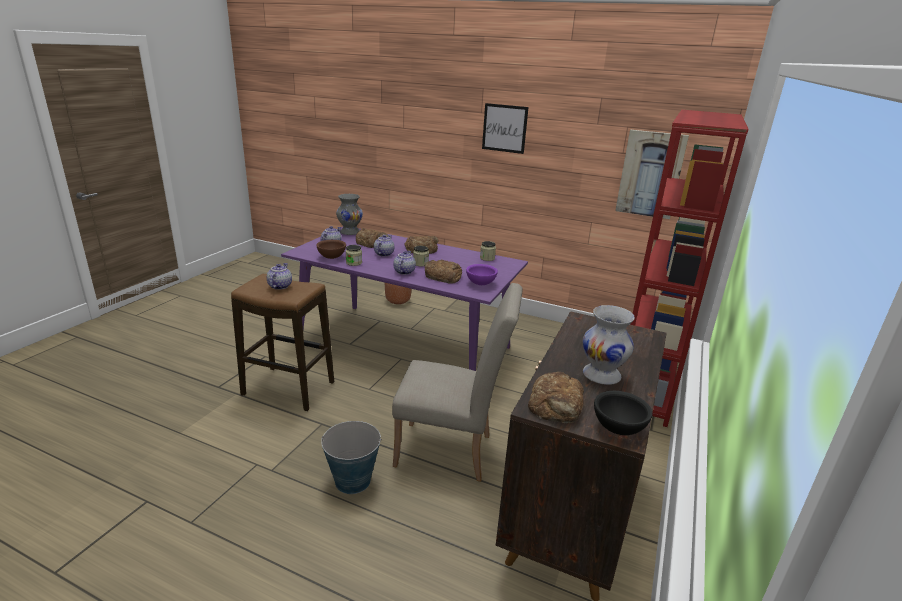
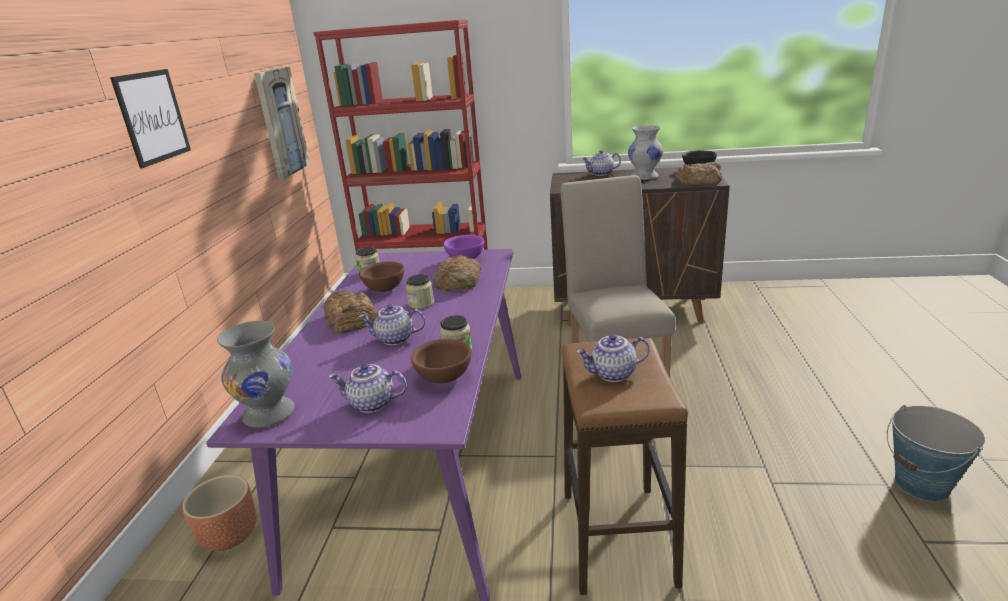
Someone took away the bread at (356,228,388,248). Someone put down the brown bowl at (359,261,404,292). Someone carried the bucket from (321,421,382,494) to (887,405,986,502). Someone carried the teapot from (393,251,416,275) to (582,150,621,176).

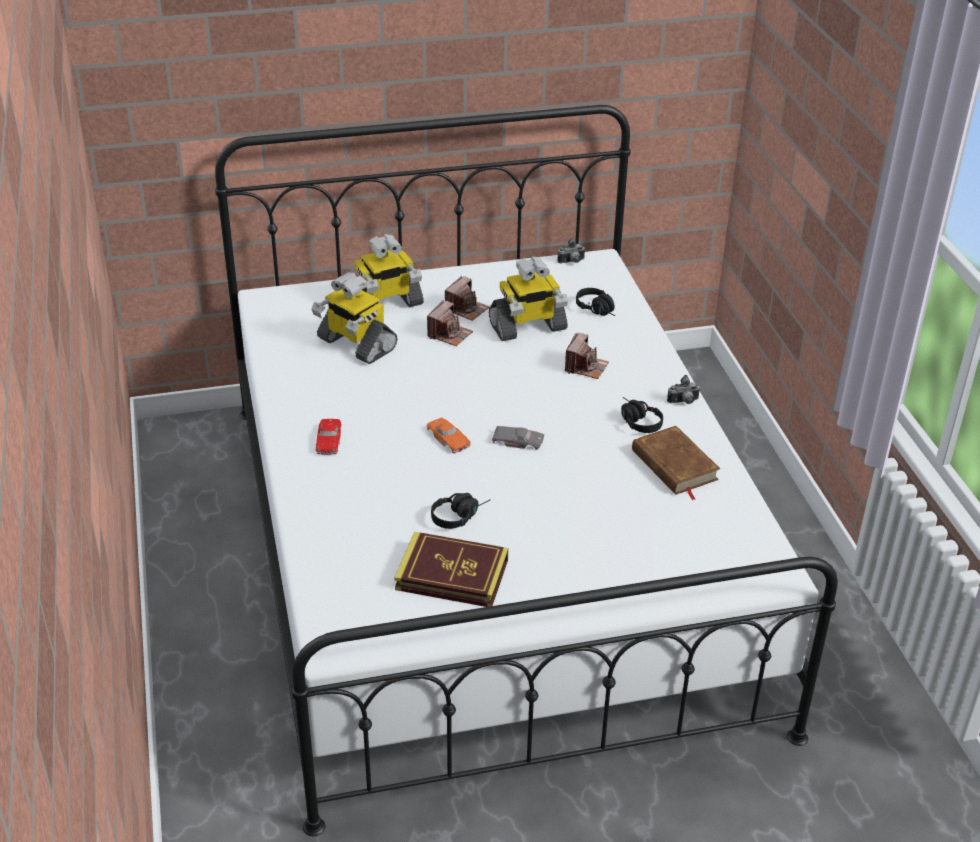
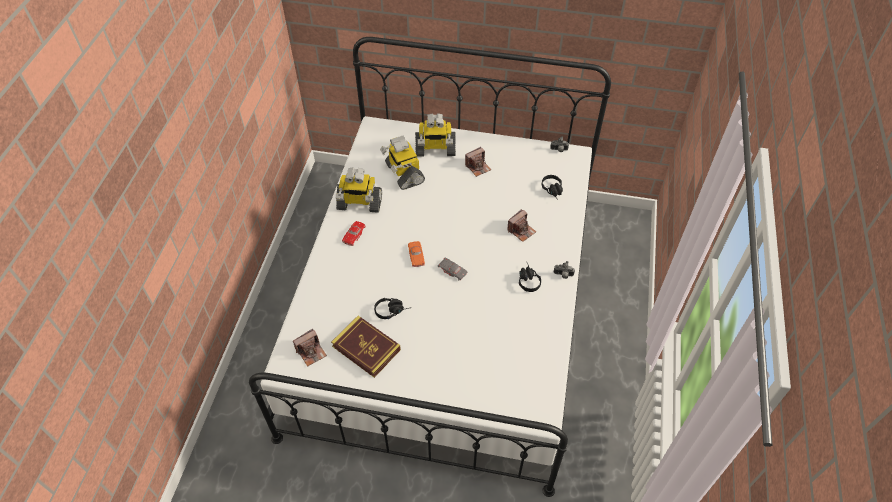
Someone took away the brown book at (632,426,720,500). Someone carried the photo camera from (427,300,473,346) to (293,329,327,367). Someone carried the toy robot from (489,256,568,341) to (336,167,382,213).

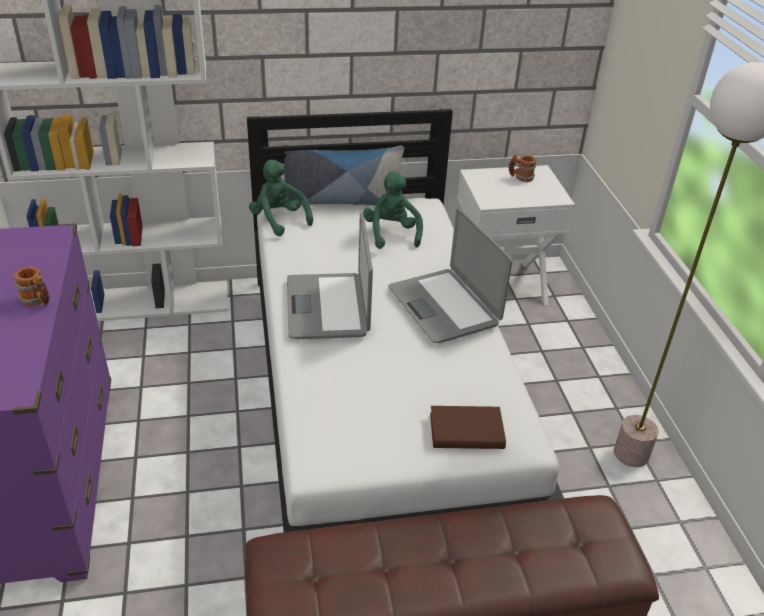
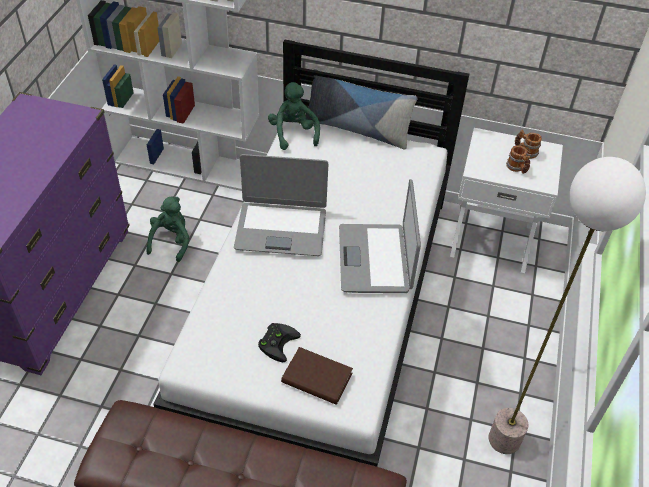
Someone put down the black game controller at (258,323,301,363). Someone carried the mug from (14,266,50,306) to (506,145,530,174). Someone carried the green plush toy from (363,172,423,249) to (146,197,189,262). Someone rotated the laptop at (287,213,373,339) by 105 degrees counterclockwise.

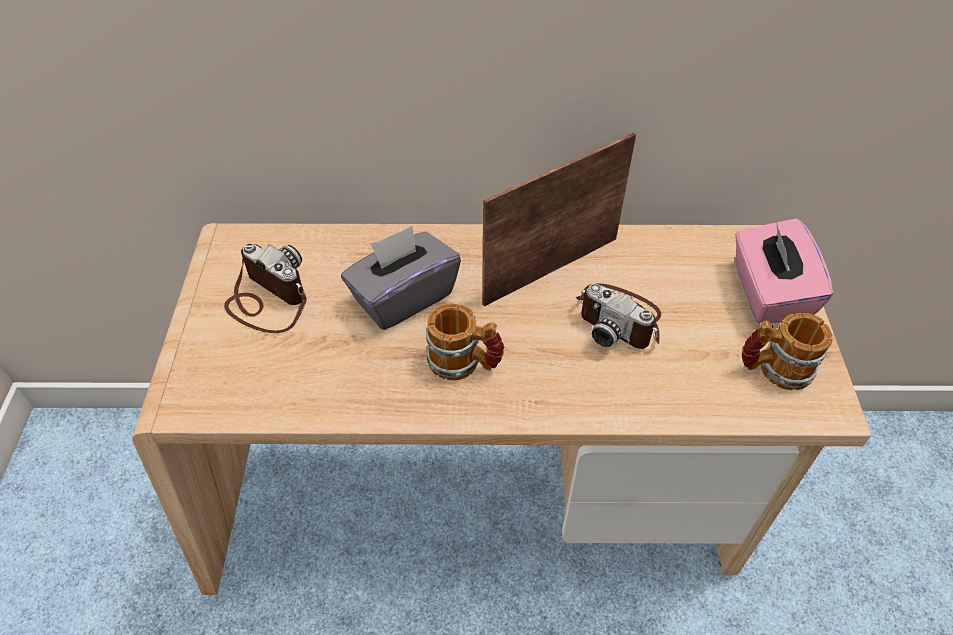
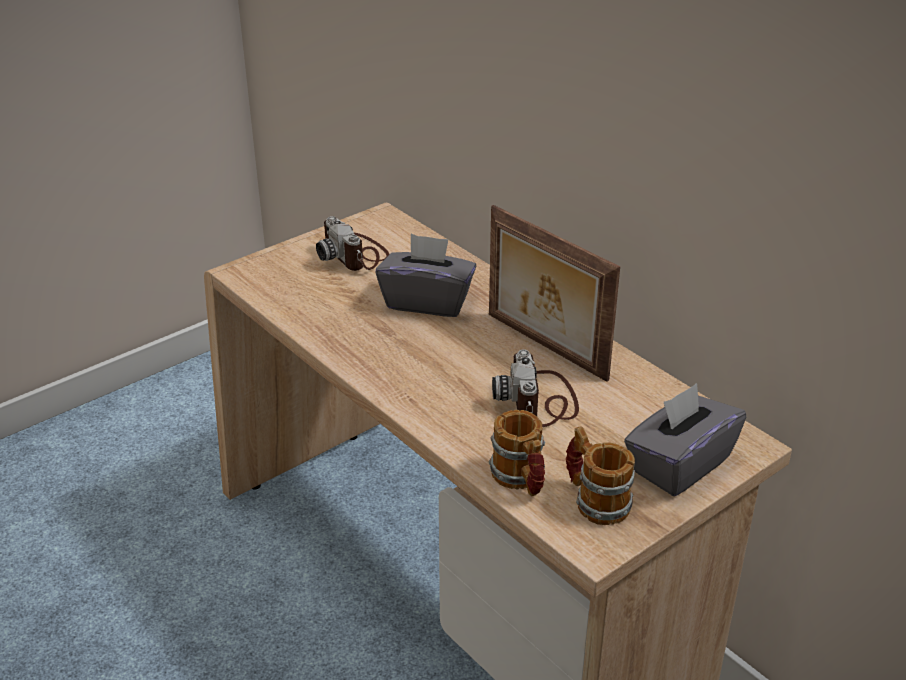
Someone carried the mug from (426,304,504,380) to (489,410,545,496). Someone repainted the pink tissue box at (735,218,833,323), which became the grey tissue box at (624,383,746,496). Someone rotated the photo camera at (224,243,307,333) by 150 degrees clockwise. Someone rotated the picture frame at (482,133,636,307) by 150 degrees counterclockwise.

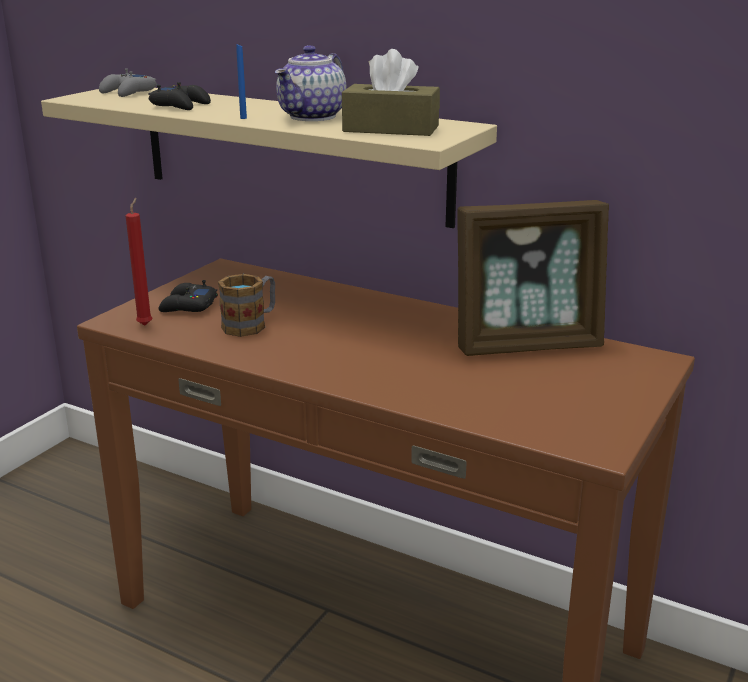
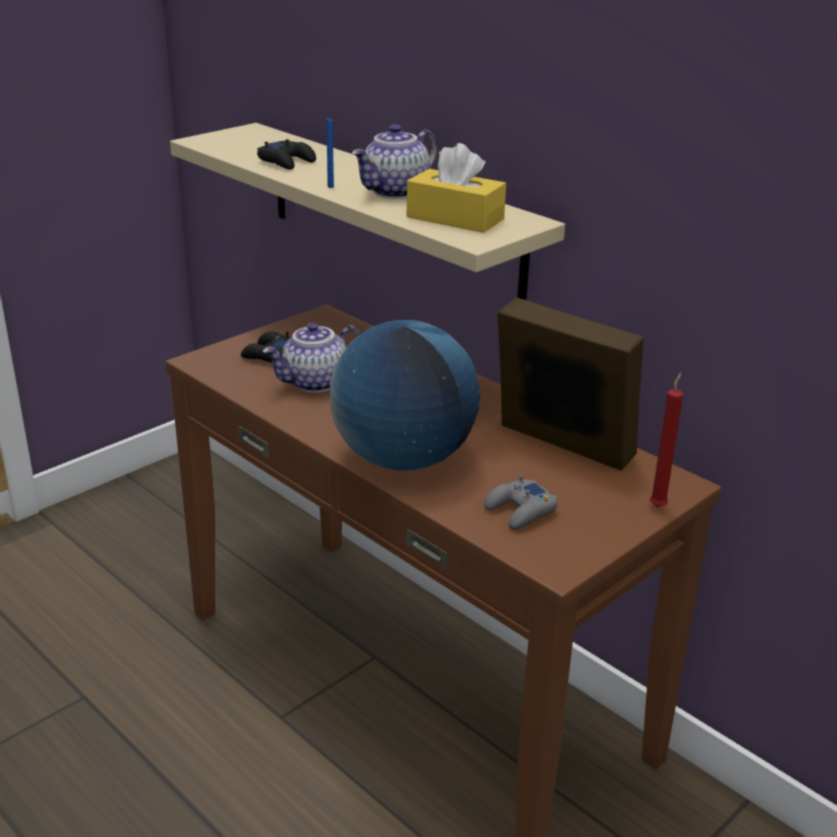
Someone put down the globe at (330,320,480,470). Someone carried the grey game controller from (99,68,157,97) to (484,475,558,530). Someone carried the red candle from (126,198,152,325) to (650,372,683,507). Someone swapped the mug at (218,274,275,337) for the teapot at (263,323,361,393). Someone repainted the brown tissue box at (342,49,440,136), which became the yellow tissue box at (407,143,506,233). Someone rotated the picture frame at (457,200,609,356) by 150 degrees counterclockwise.

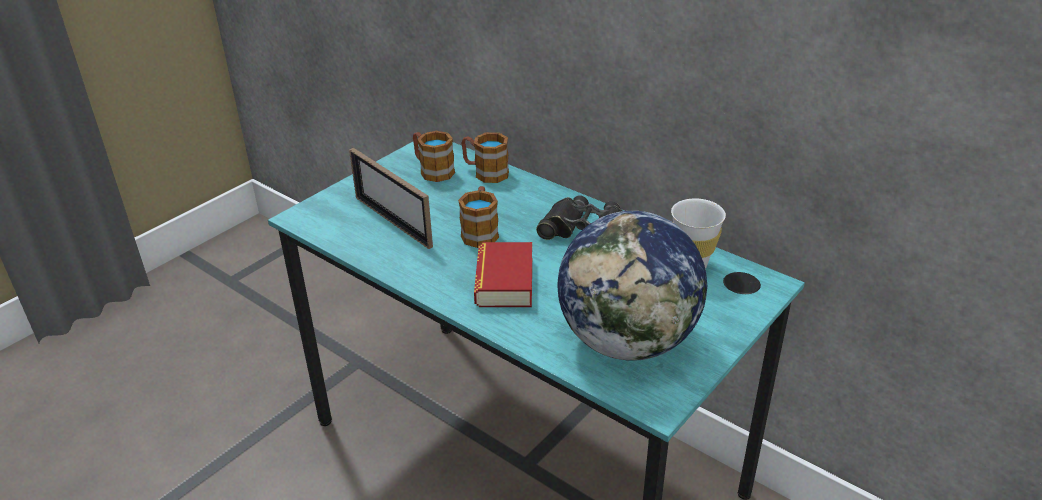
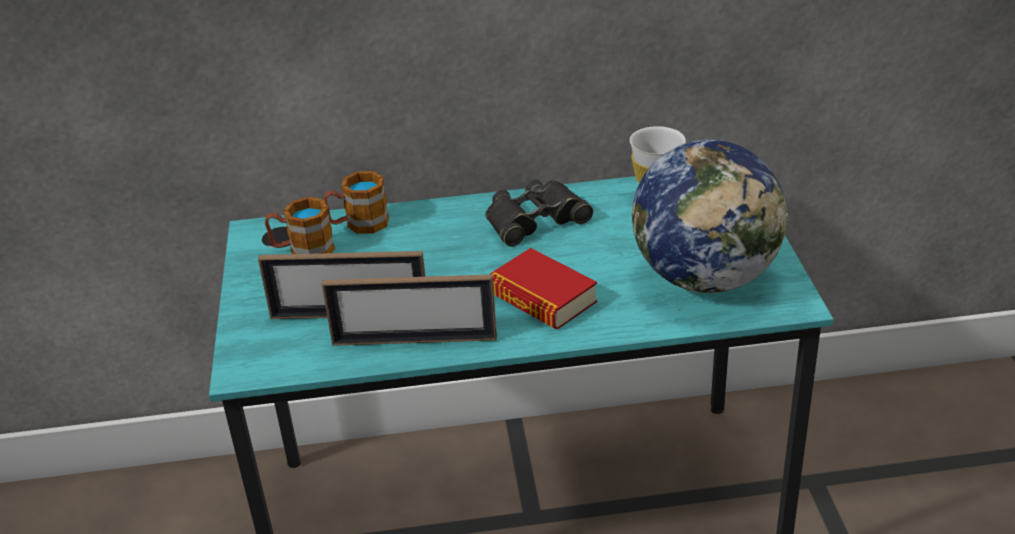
Someone took away the mug at (458,186,499,248). Someone put down the picture frame at (322,274,497,346).

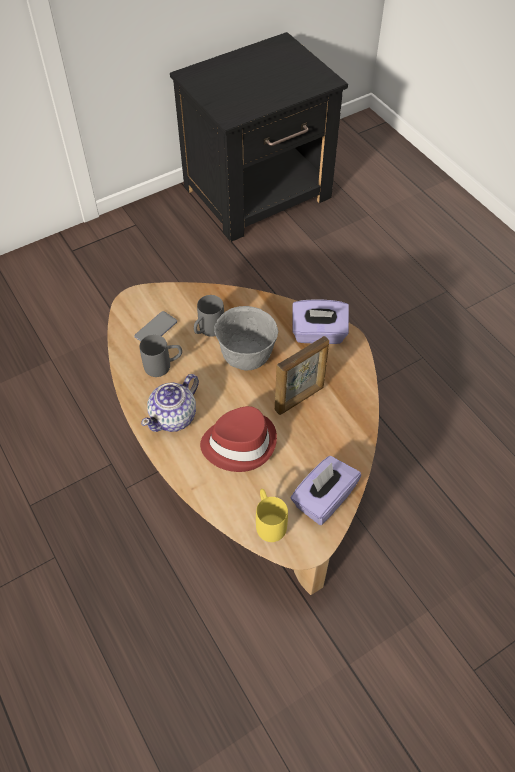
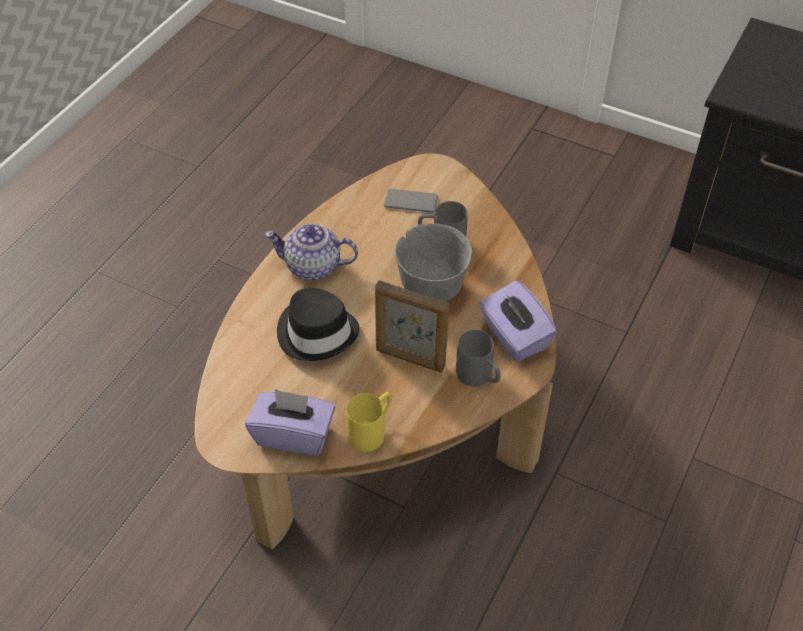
Someone carried the grey mug from (140,335,182,377) to (456,330,501,386). Someone carried the yellow mug from (256,489,288,542) to (346,392,392,452). Someone repainted the red hat at (200,406,277,472), which became the black hat at (277,288,360,361).

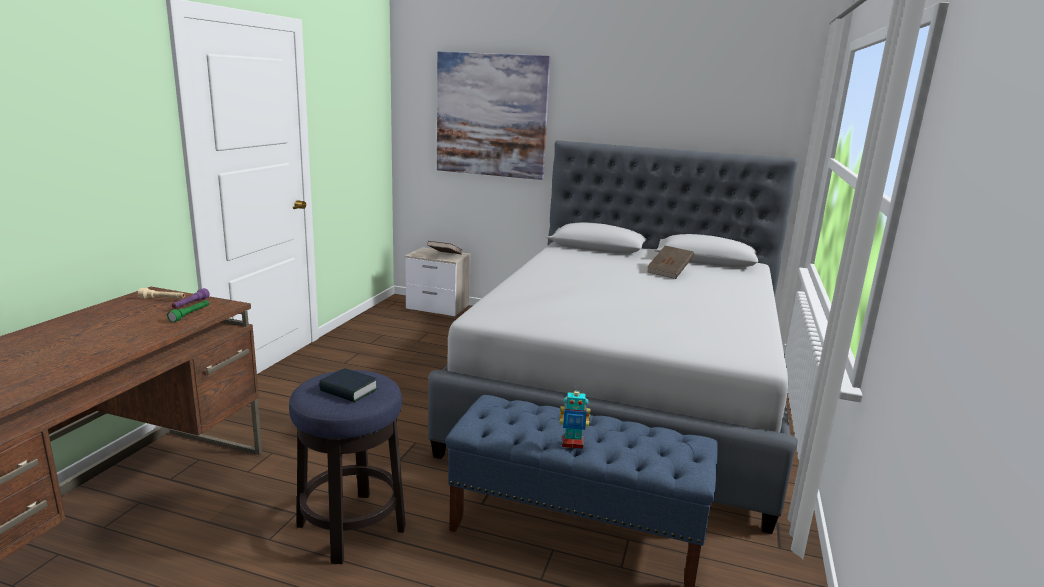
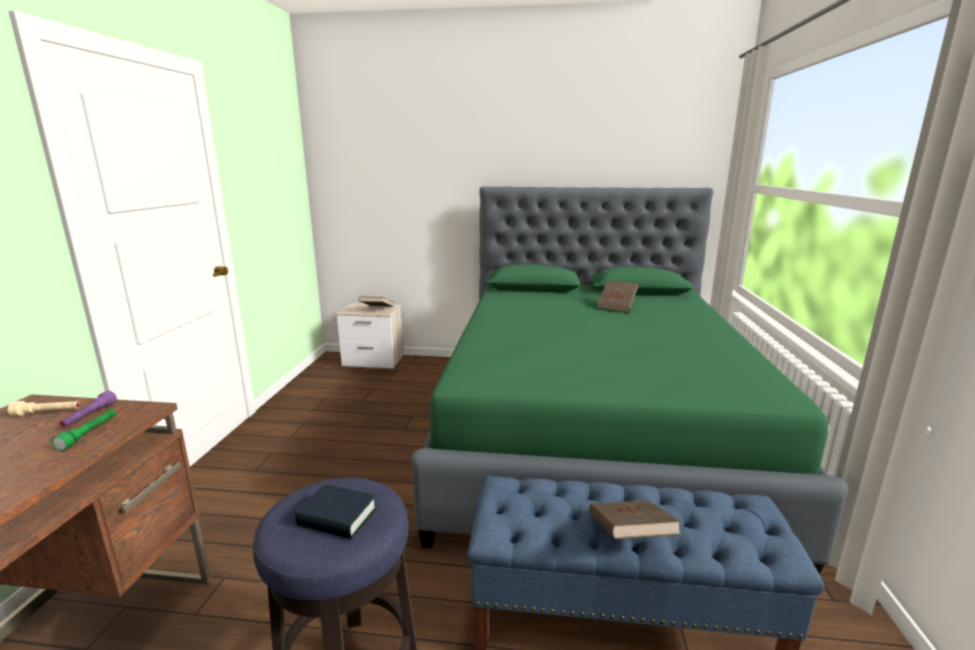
Someone took away the picture at (437,52,551,180). Someone swapped the toy robot at (560,388,590,449) for the brown book at (589,500,681,539). Someone repainted the grey bed at (428,140,798,534), which became the green bed at (412,186,848,575).

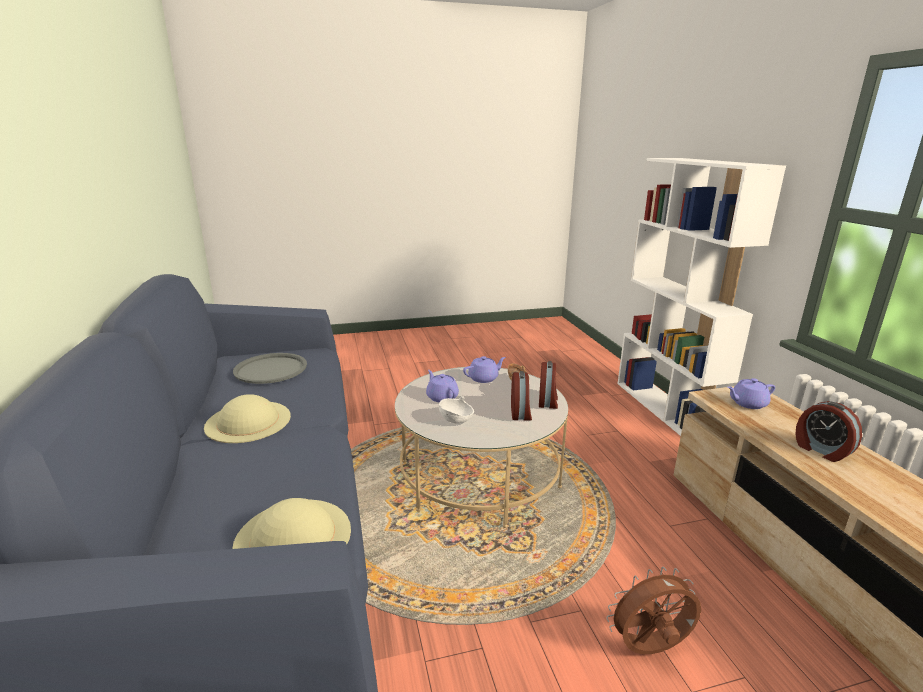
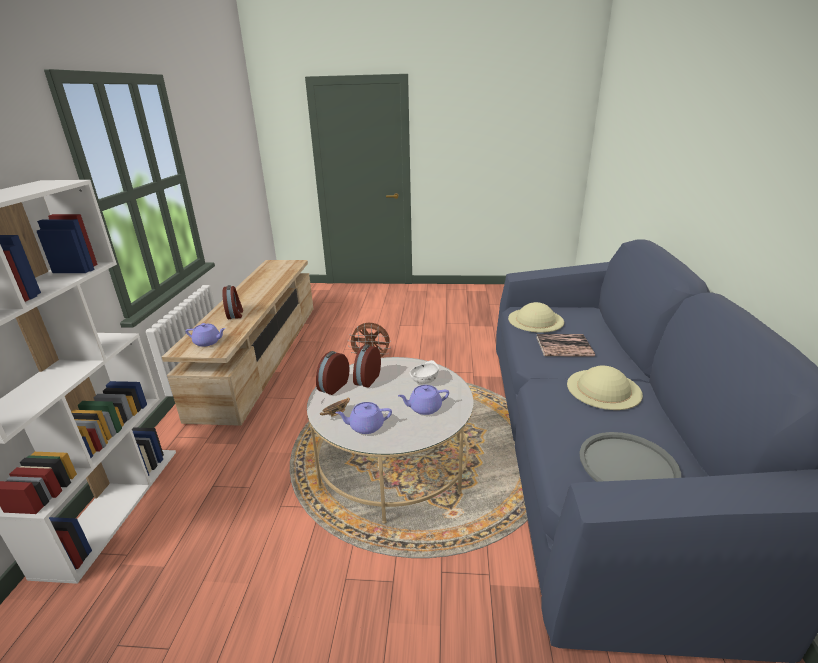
Someone put down the book at (536,334,595,356). Someone rotated the purple teapot at (426,370,459,403) by 90 degrees clockwise.

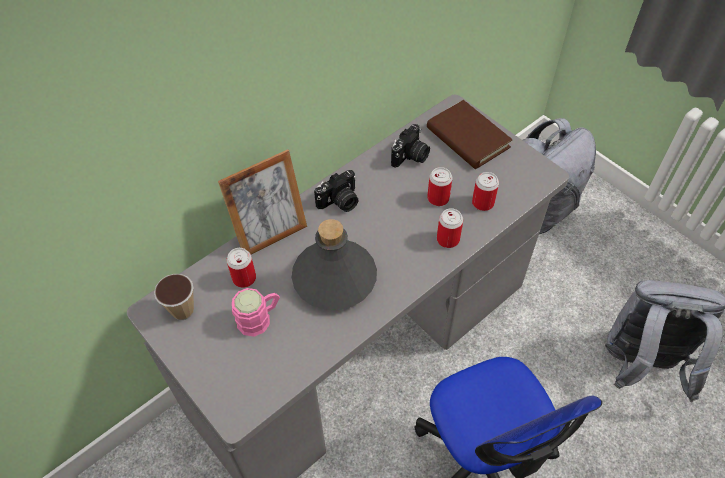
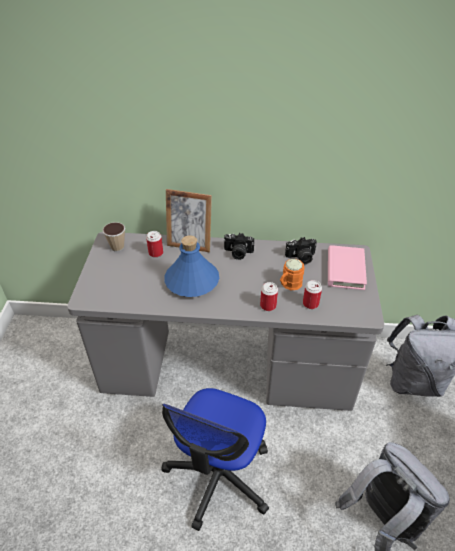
Someone took away the pink mug at (232,288,280,337). Someone swapped the can at (427,167,452,206) for the orange mug at (280,259,304,291). Someone repainted the grey bottle at (292,219,377,310), which became the blue bottle at (164,235,219,297). Someone repainted the brown book at (427,100,513,169), which became the pink book at (328,245,367,290).

